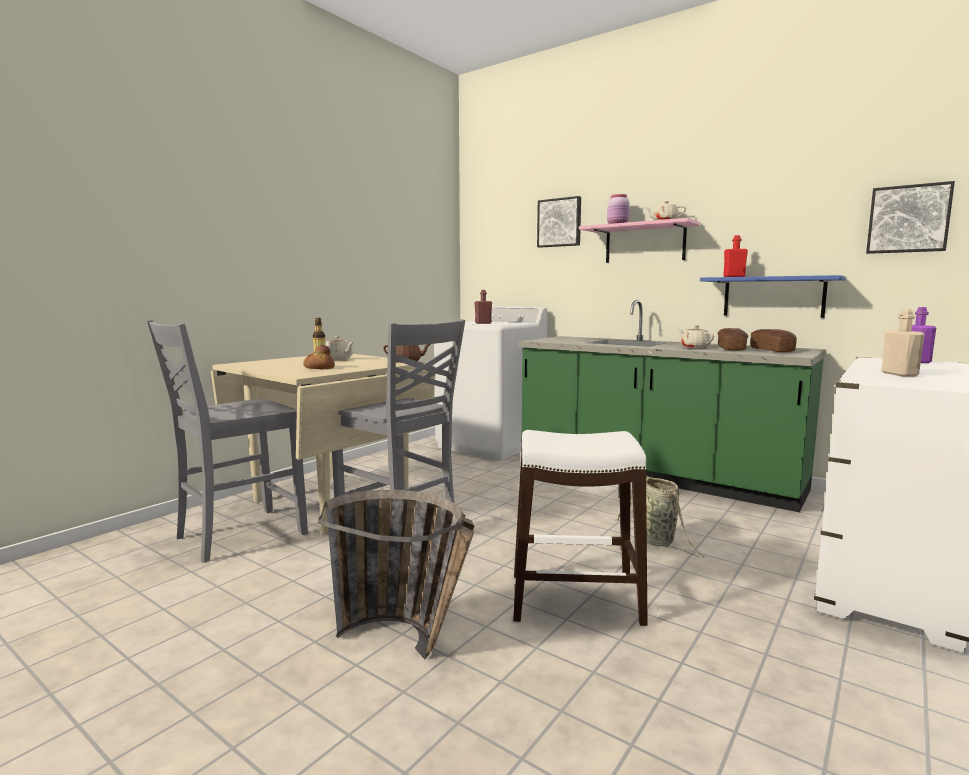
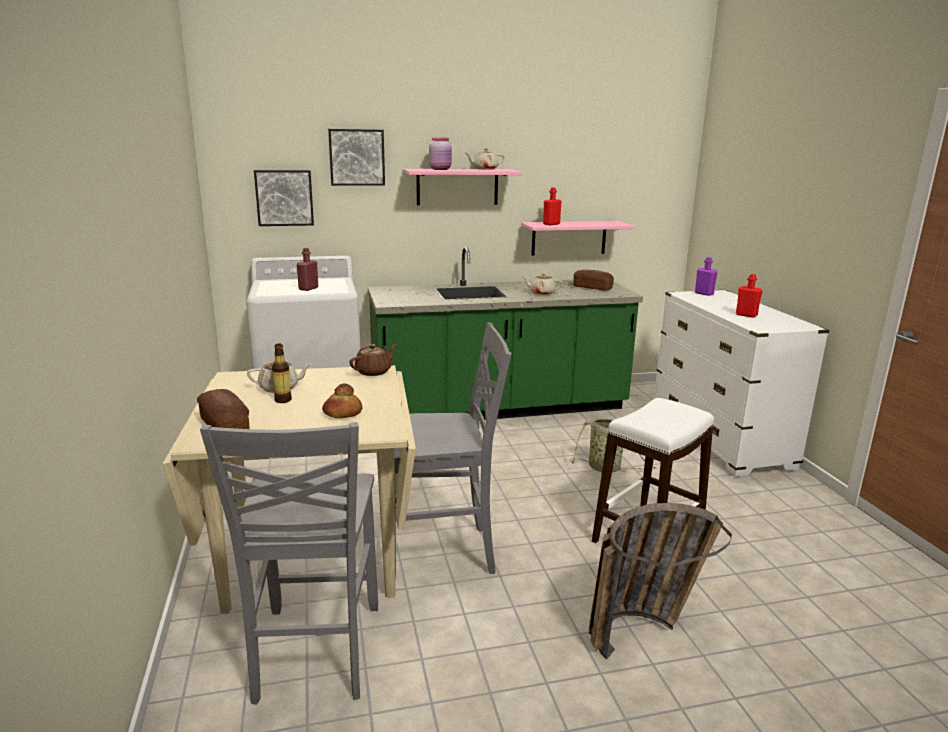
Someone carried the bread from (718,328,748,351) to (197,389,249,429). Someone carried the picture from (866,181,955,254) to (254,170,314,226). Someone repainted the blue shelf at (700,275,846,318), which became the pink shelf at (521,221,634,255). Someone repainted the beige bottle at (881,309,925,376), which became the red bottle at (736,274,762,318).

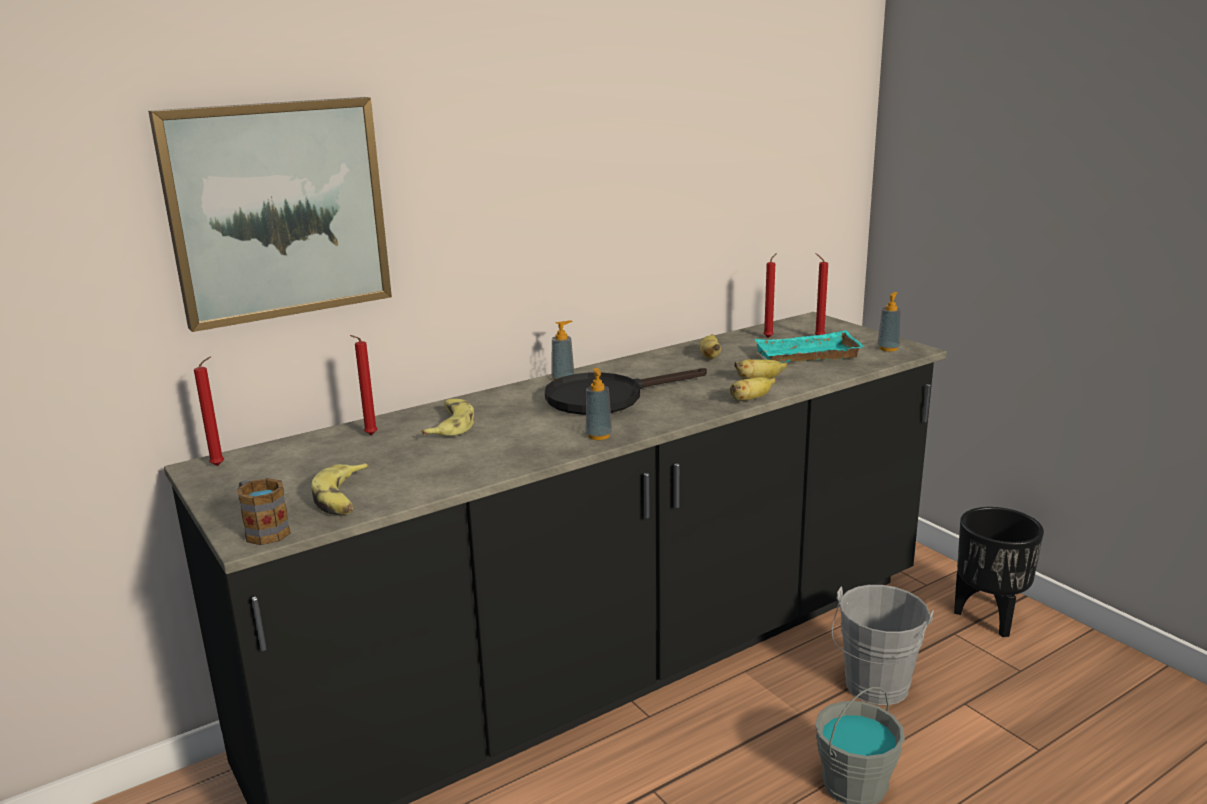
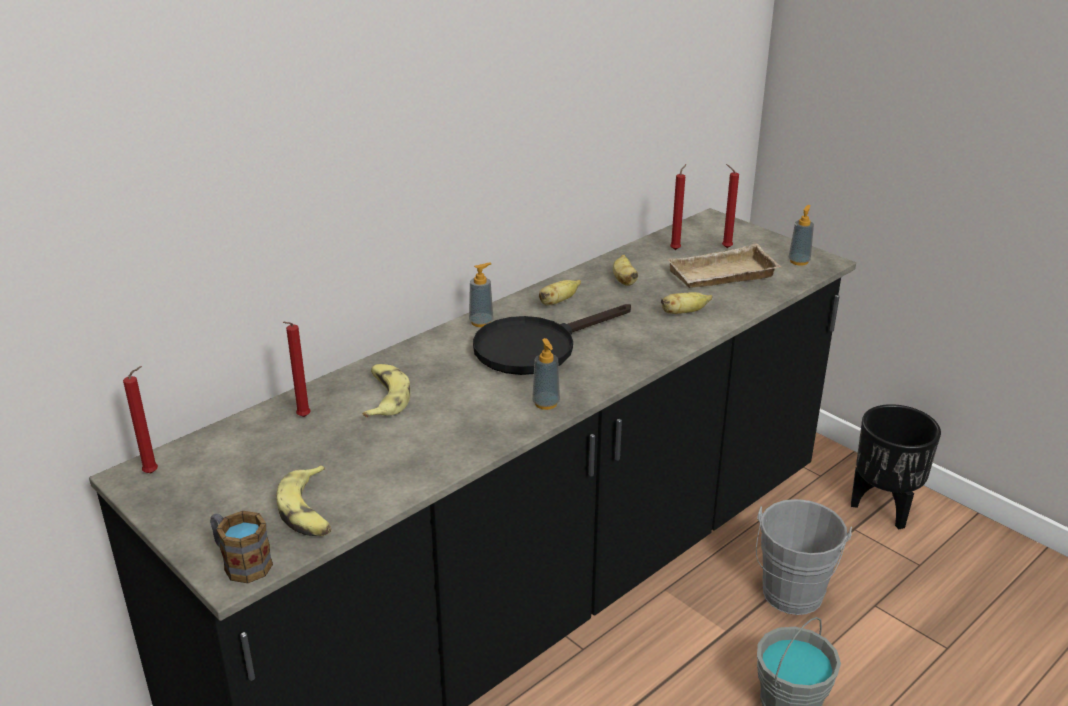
Someone took away the picture at (148,97,392,332). Someone carried the banana from (730,377,776,401) to (539,280,581,306). Someone repainted the turquoise tray at (754,330,865,362), which became the beige tray at (667,244,781,288).

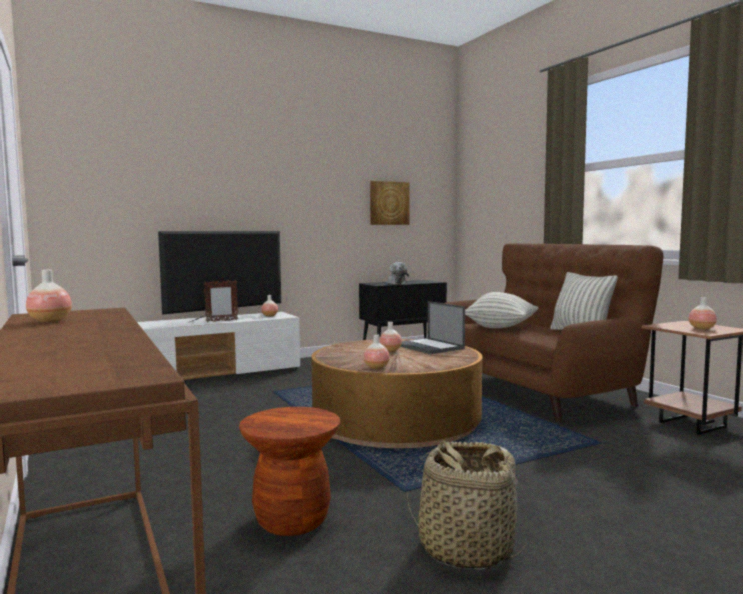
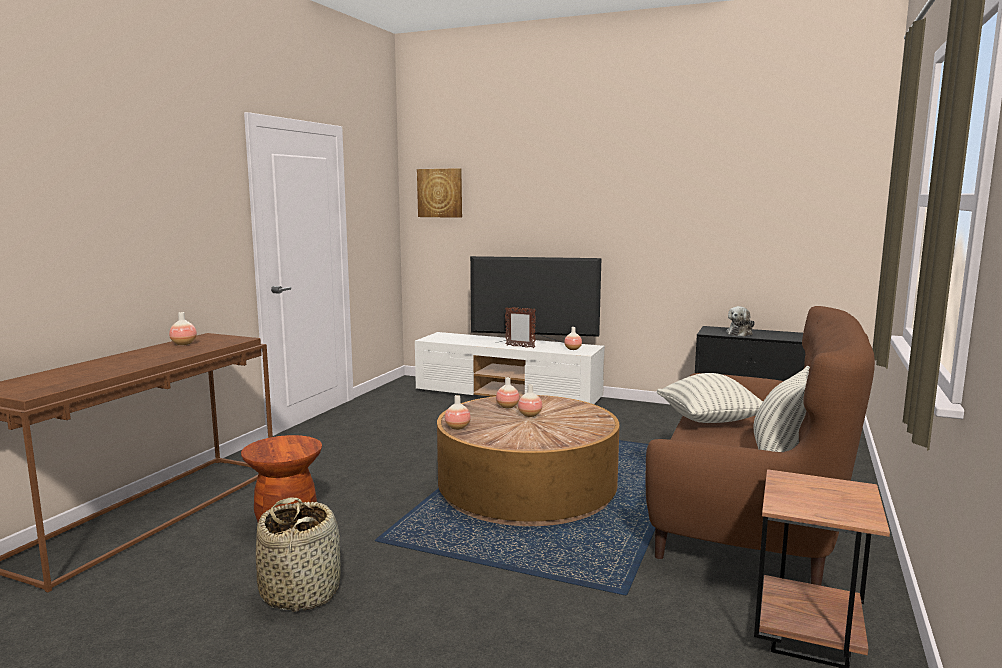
Someone took away the laptop at (401,301,465,354). Someone carried the picture from (370,181,409,225) to (417,168,462,218). Someone carried the vase from (689,297,717,330) to (496,377,520,408).

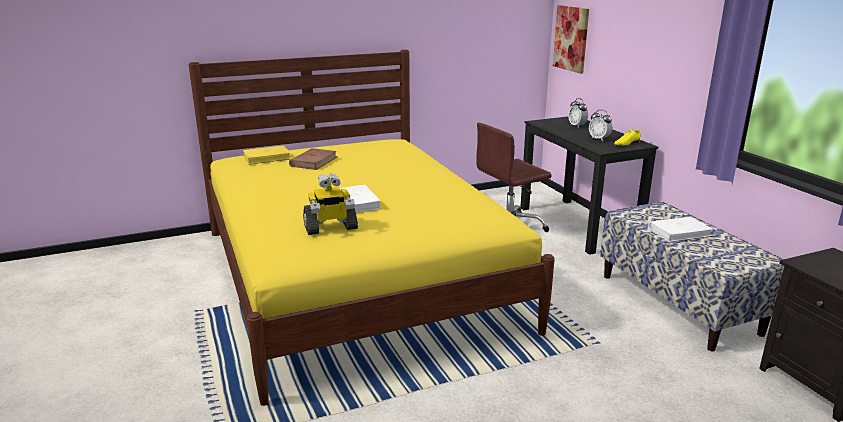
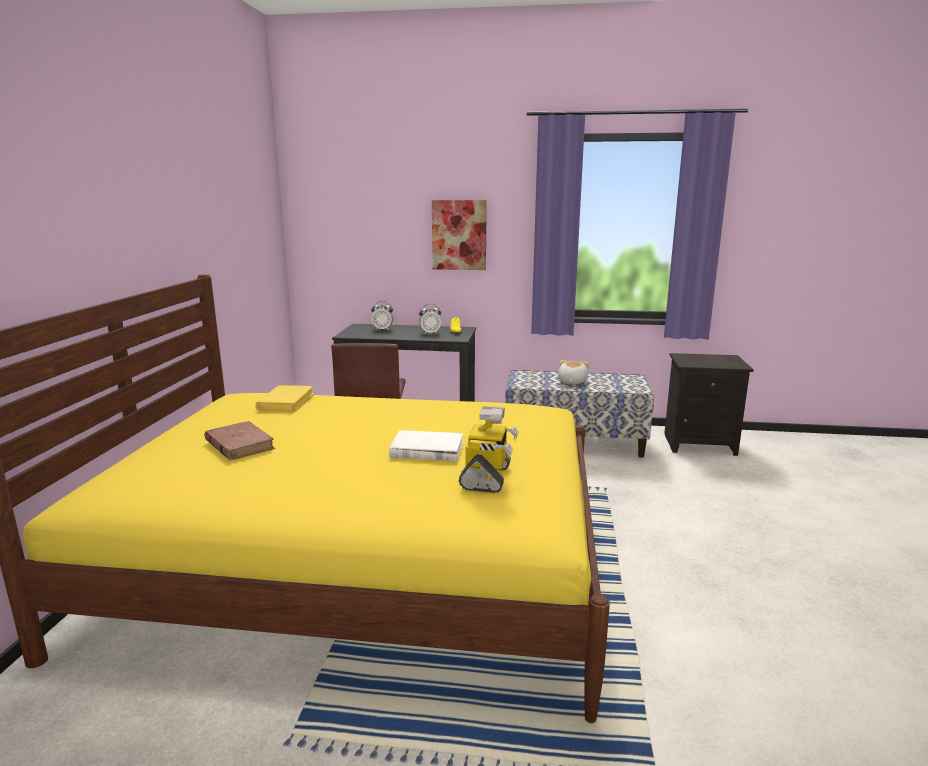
Someone carried the yellow book from (243,146,292,165) to (256,385,315,412). Someone carried the picture from (553,5,589,74) to (432,200,487,270). Someone swapped the white book at (648,217,713,242) for the plush toy at (558,360,589,384).

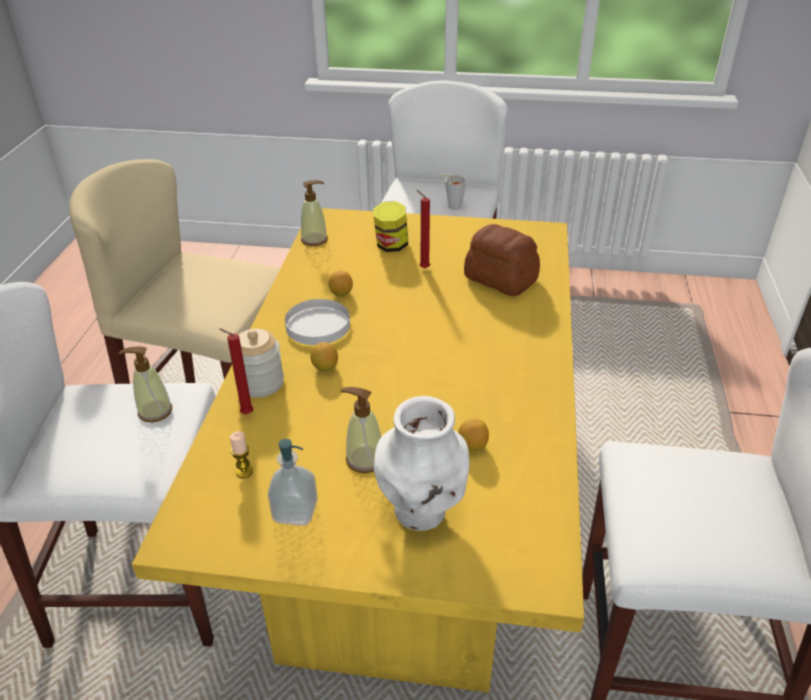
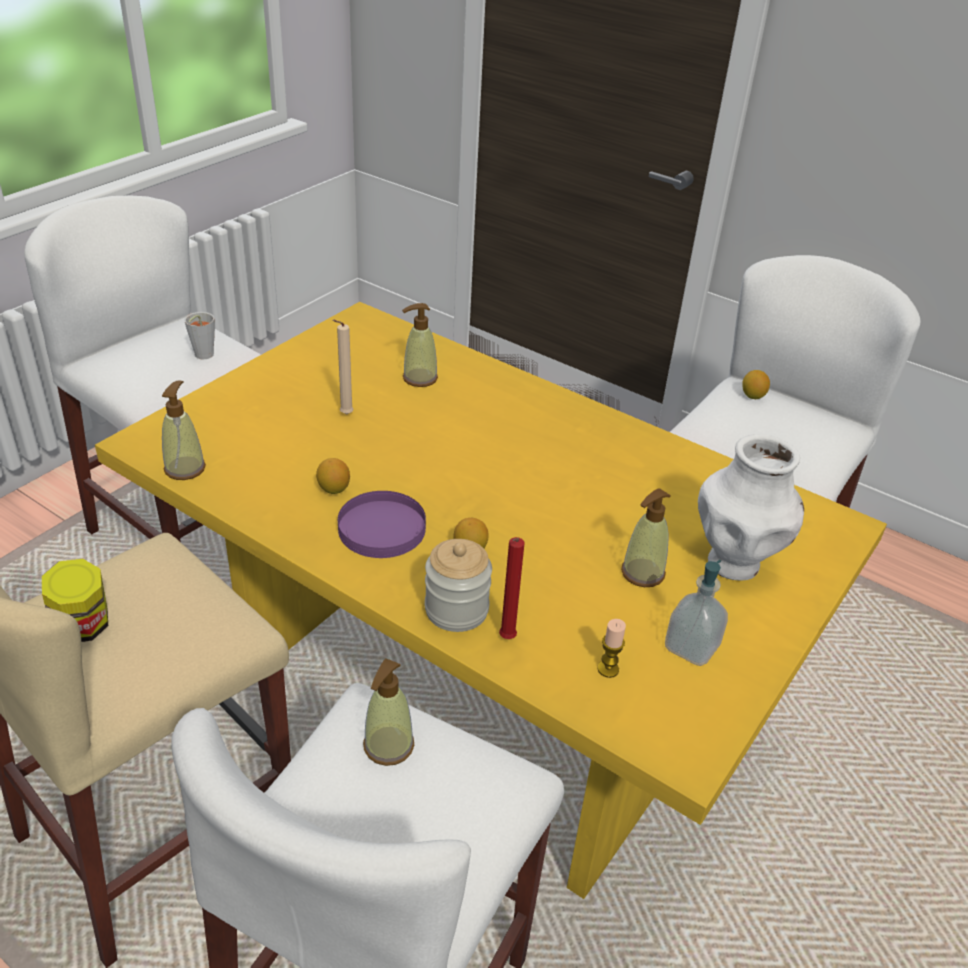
Someone carried the jar from (373,201,408,252) to (42,559,108,642). Someone carried the lemon from (458,418,489,452) to (742,370,770,399). Someone swapped the bread at (464,224,540,296) for the soap dispenser at (402,303,438,387). Someone repainted the white plate at (285,299,350,345), which became the purple plate at (338,491,426,558). Someone repainted the red candle at (417,190,430,269), which became the beige candle at (332,320,354,414).

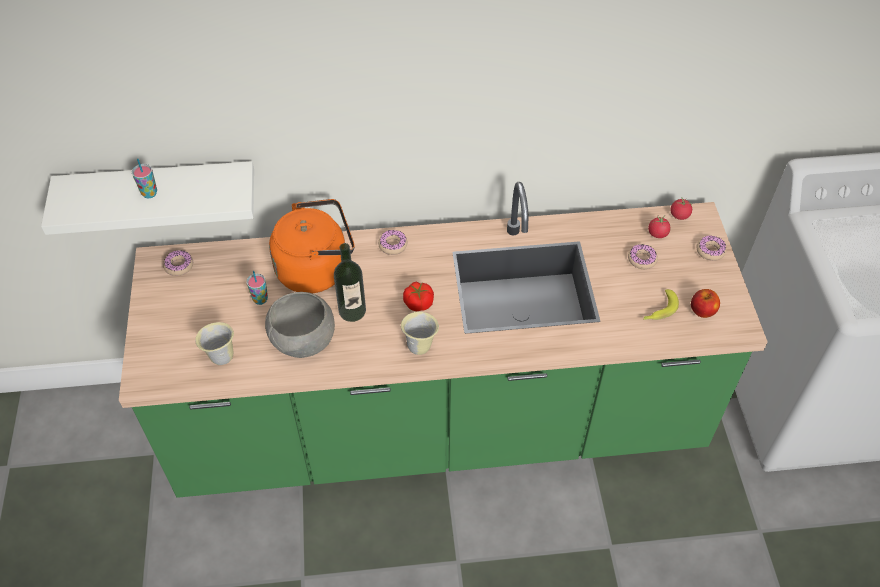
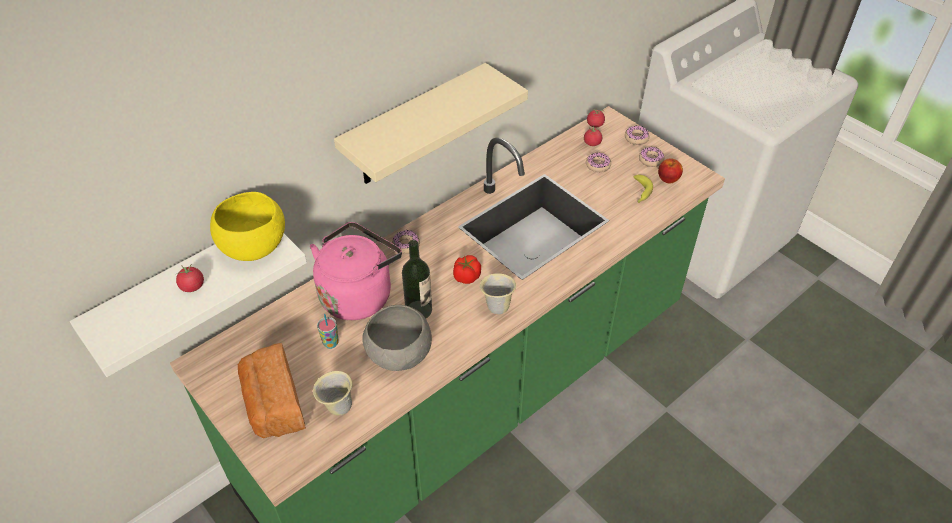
Someone put down the yellow bowl at (210,192,285,261). Someone put down the bread at (238,343,306,438). Someone put up the beige shelf at (334,63,528,184). Someone carried the donut from (163,250,193,276) to (639,147,665,167). Someone swapped the cup at (132,159,157,198) for the tomato at (175,264,204,292). Someone repainted the orange kettle at (269,199,354,293), which became the pink kettle at (310,222,402,320).

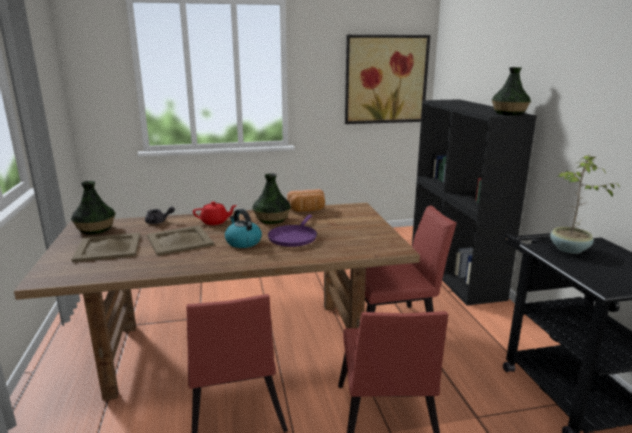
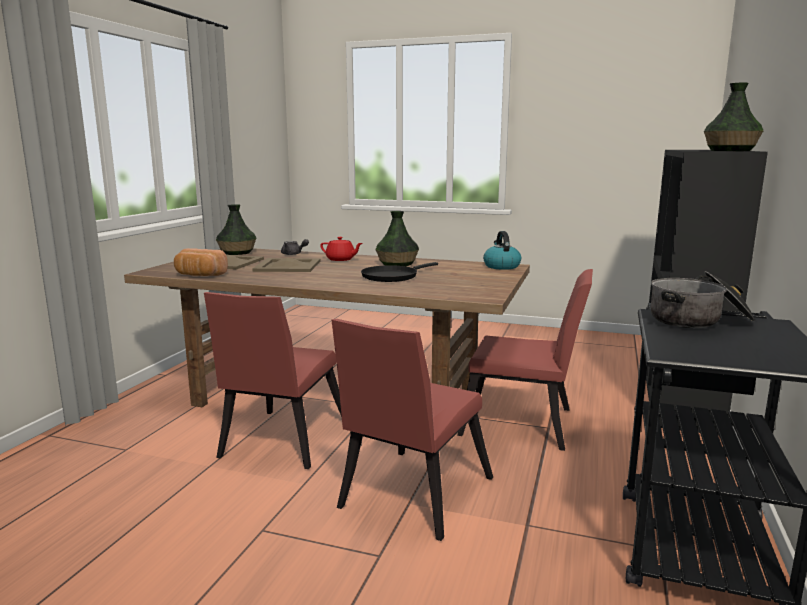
Someone took away the picture at (345,35,430,124). Someone carried the kettle from (225,209,262,248) to (483,231,521,270). Someone carried the bread from (287,189,325,212) to (174,248,228,276). Someone swapped the potted plant at (550,154,621,254) for the cooking pot at (651,271,755,328). Someone repainted the purple frying pan at (268,215,317,247), which became the black frying pan at (361,262,438,282).

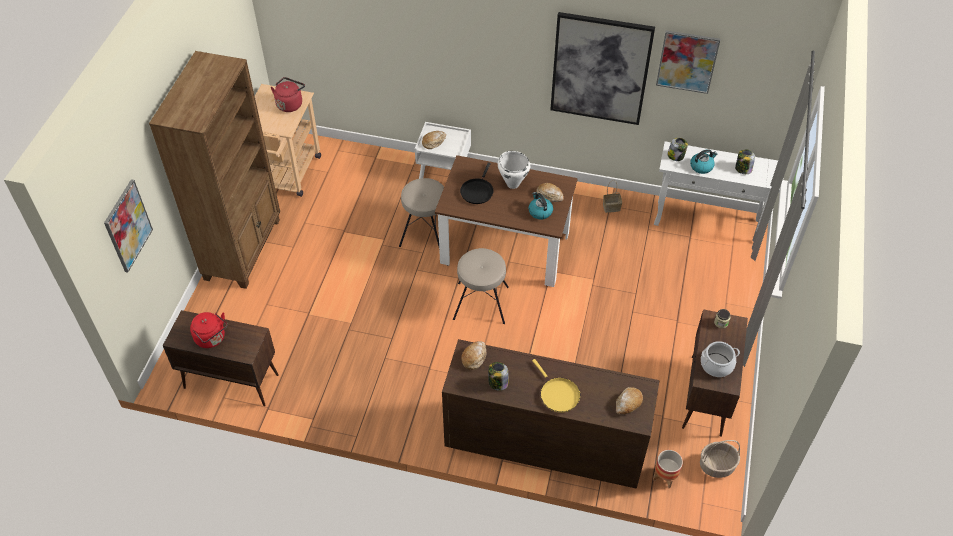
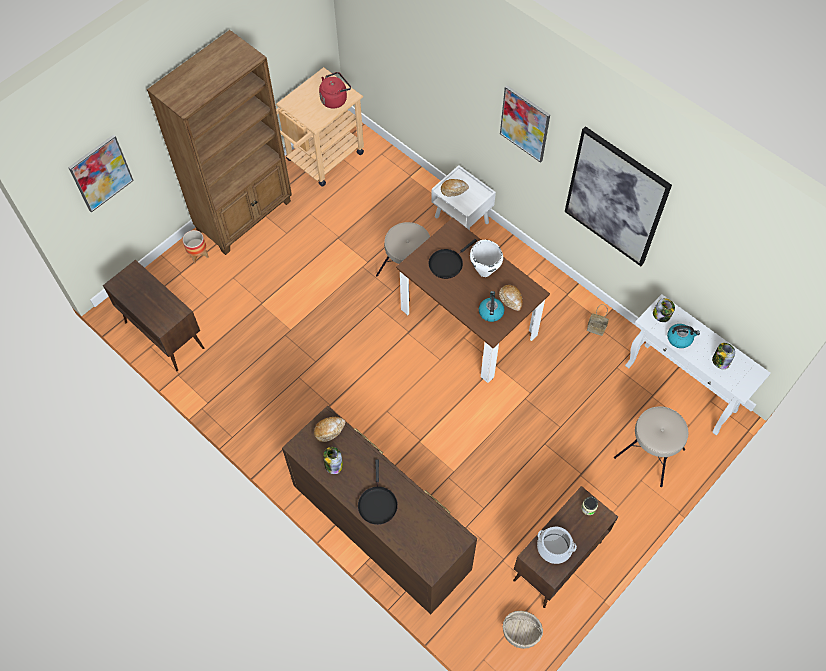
Someone took away the red kettle at (190,312,227,348). Someone took away the bread at (616,387,643,414). Someone carried the beige stool from (453,248,509,324) to (614,406,688,487). Someone carried the planter from (653,450,683,488) to (182,230,209,263). Someone carried the picture from (656,30,720,94) to (500,85,550,163). Someone repainted the yellow frying pan at (532,359,580,413), which became the black frying pan at (358,459,398,525).

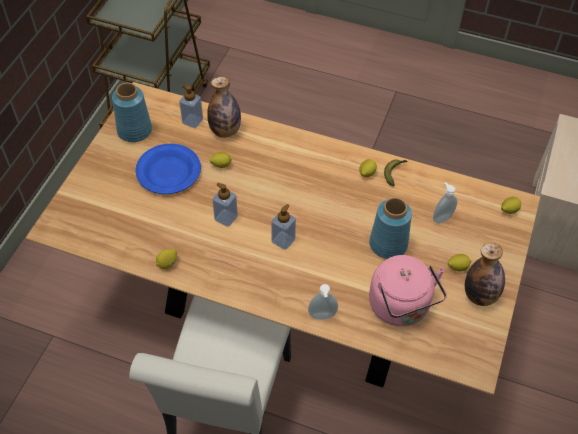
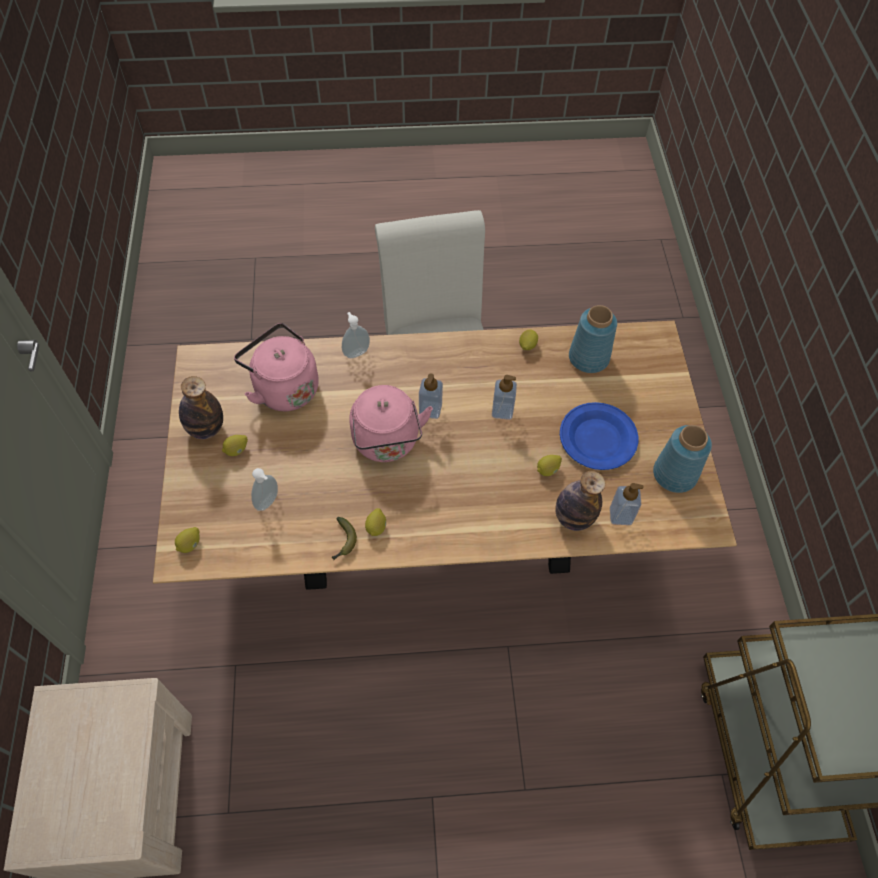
Someone put down the pink kettle at (349,385,433,462). Someone carried the blue vase from (369,197,412,259) to (569,305,617,373).

